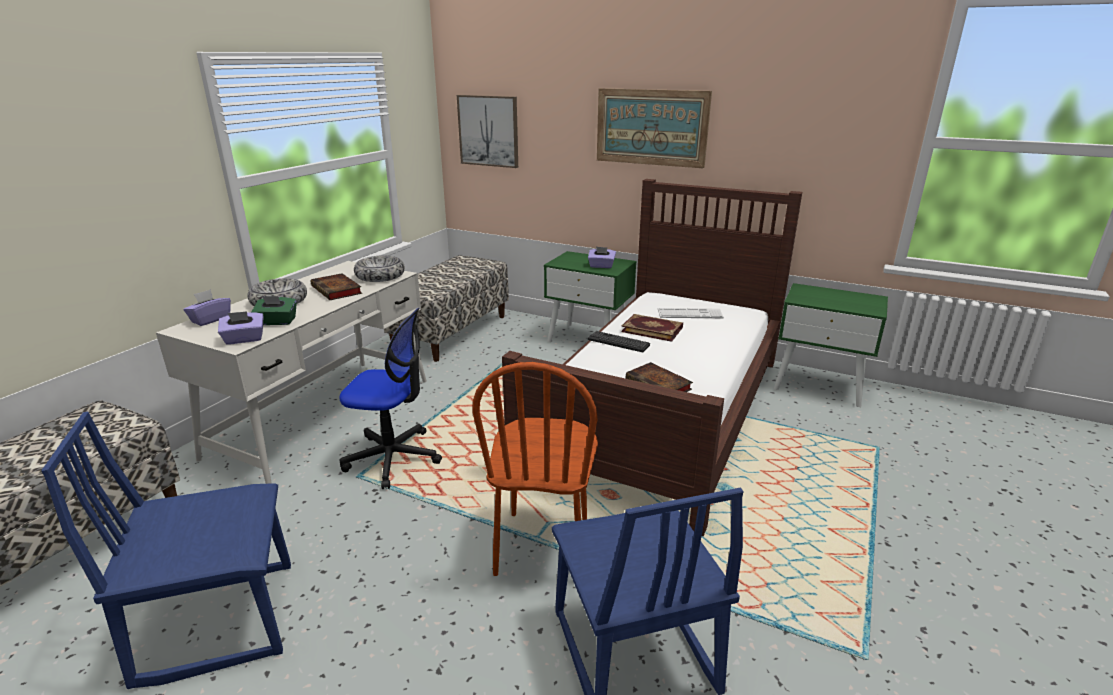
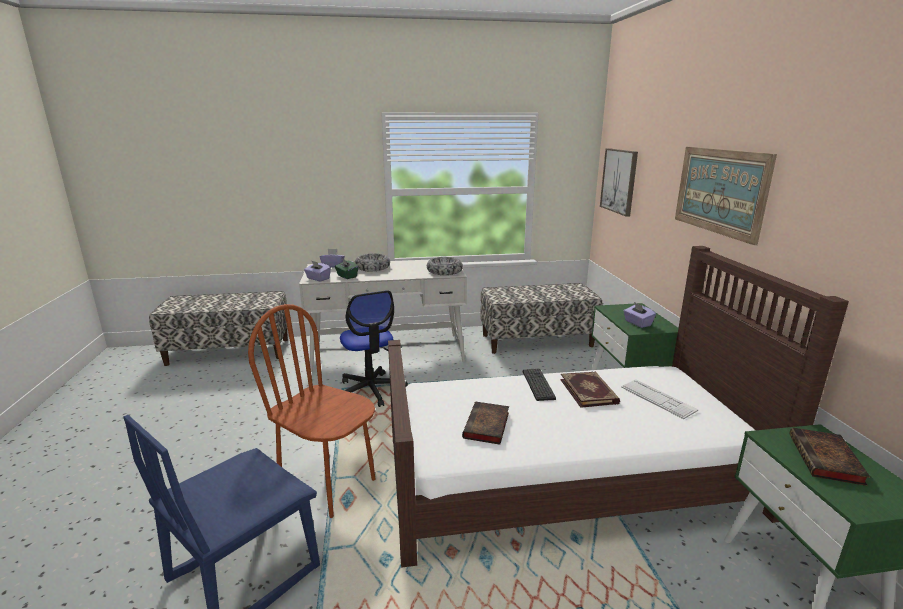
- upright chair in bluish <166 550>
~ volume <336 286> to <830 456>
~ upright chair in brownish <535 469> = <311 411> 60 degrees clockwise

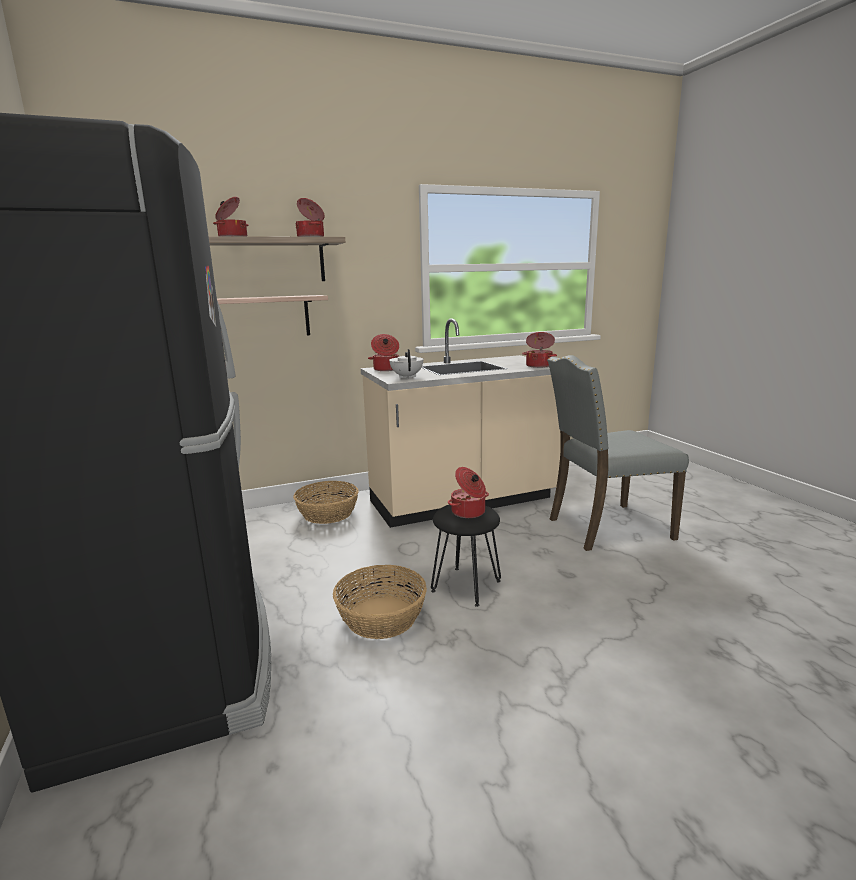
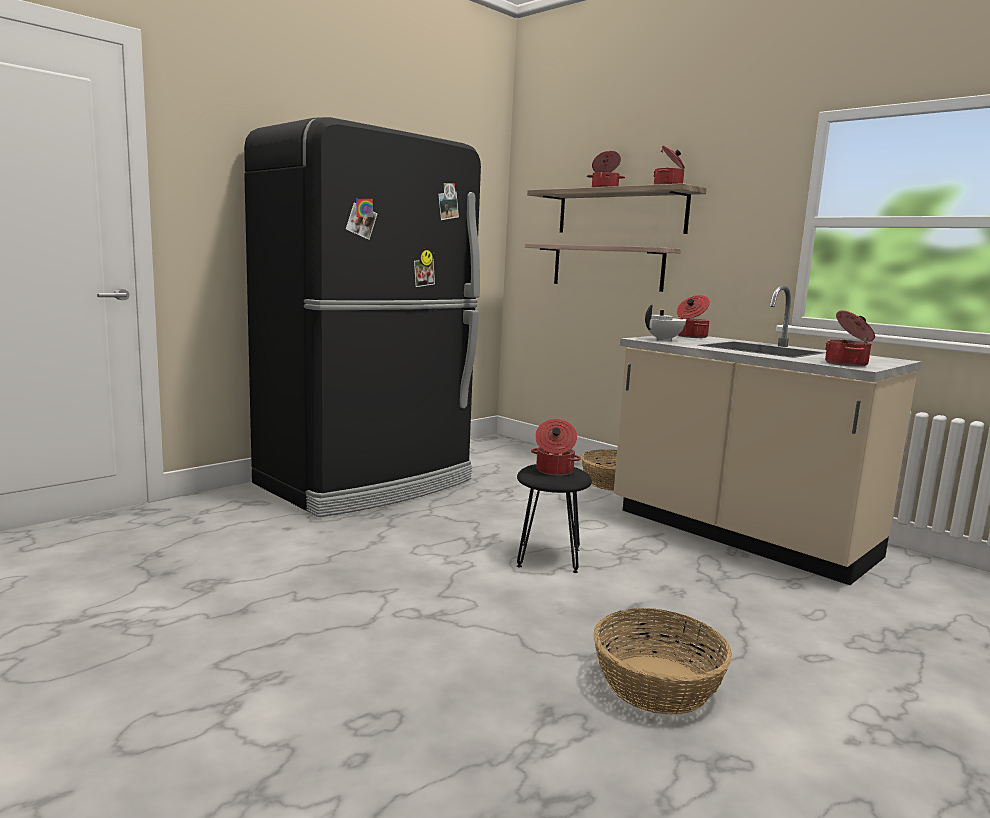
- upright chair in greyish <618 453>
~ household basket <380 602> to <662 661>

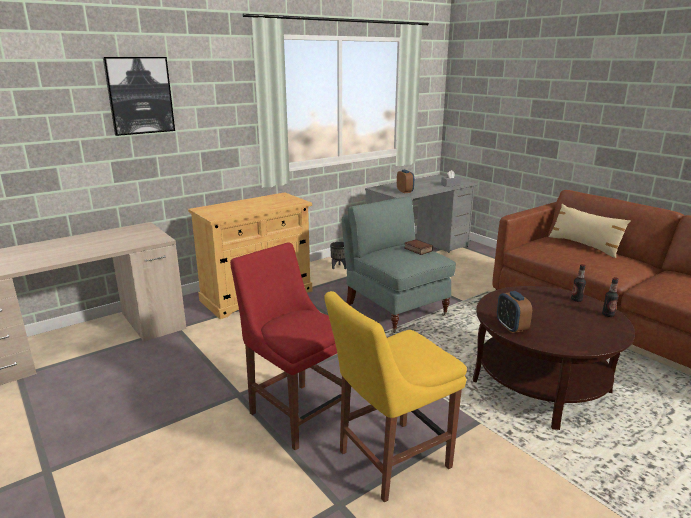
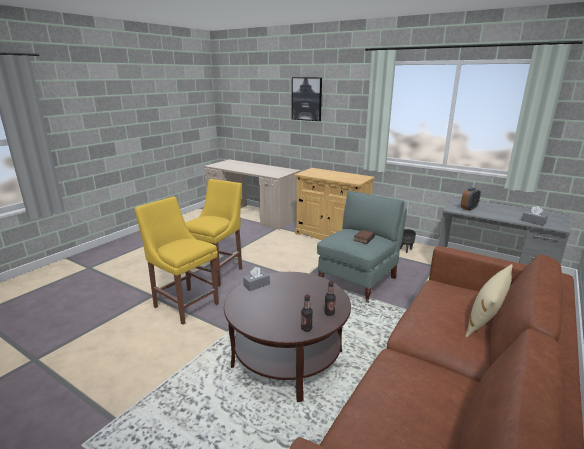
~ bedside clock <514 312> to tissue holder in greyish <256 279>
~ upright chair in red-coloured <290 346> to upright chair in yellow <213 233>

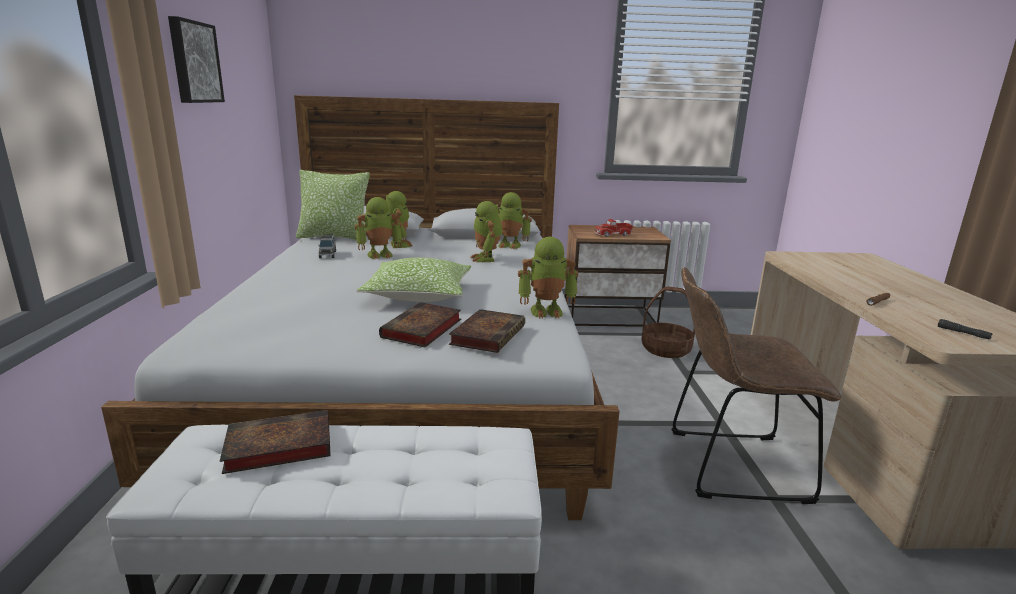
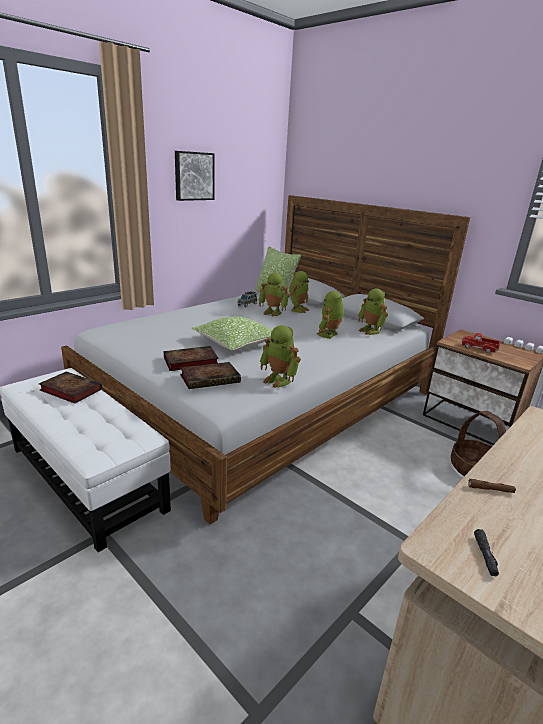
- upright chair in brownish <756 385>

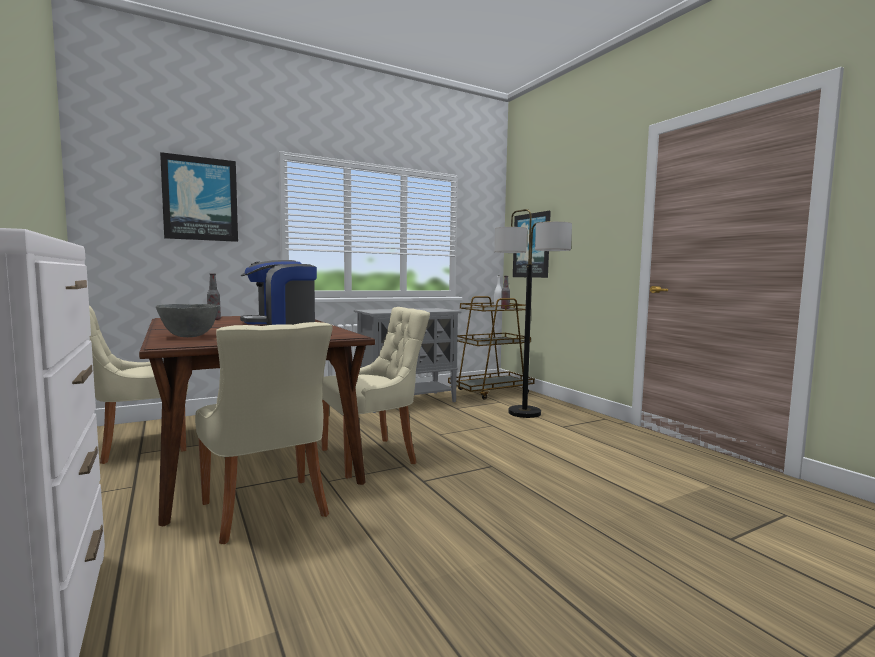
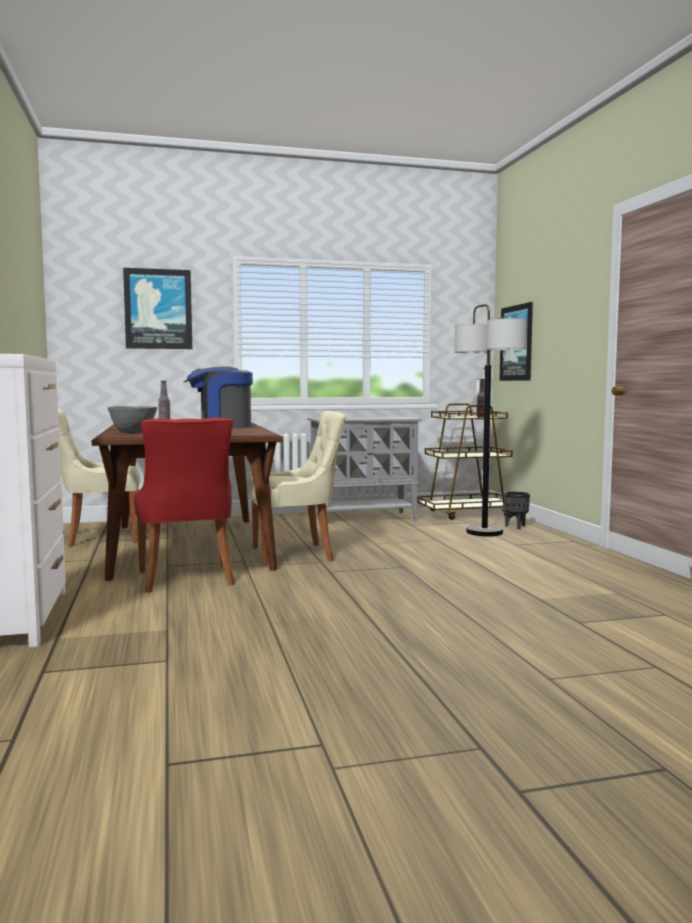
+ planter in black <517 510>
~ upright chair in beige-coloured <264 433> to upright chair in red-coloured <184 505>

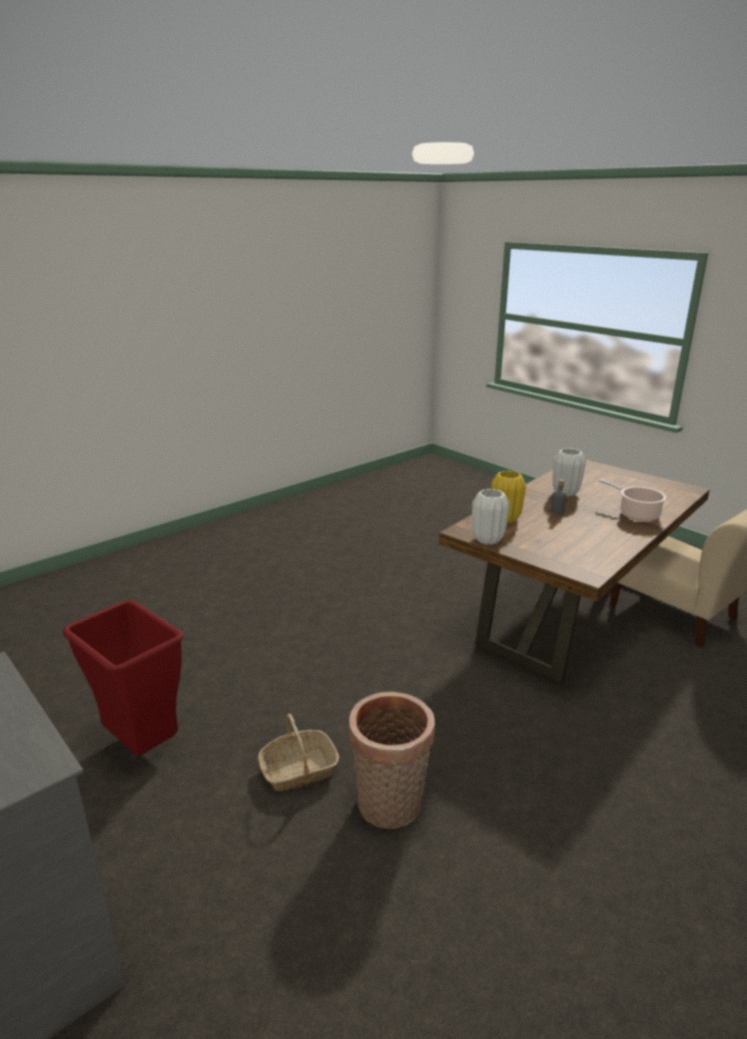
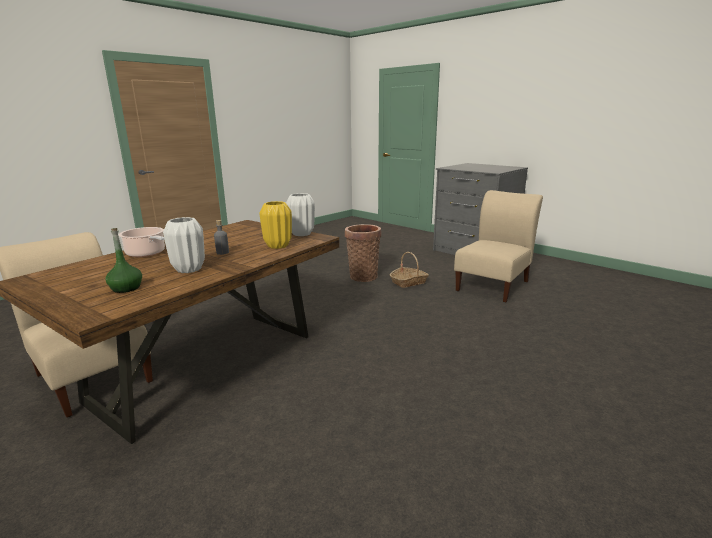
+ beverage bottle in green-coloured <123 260>
~ waste bin in red-coloured <123 677> to upright chair in beige-coloured <498 246>

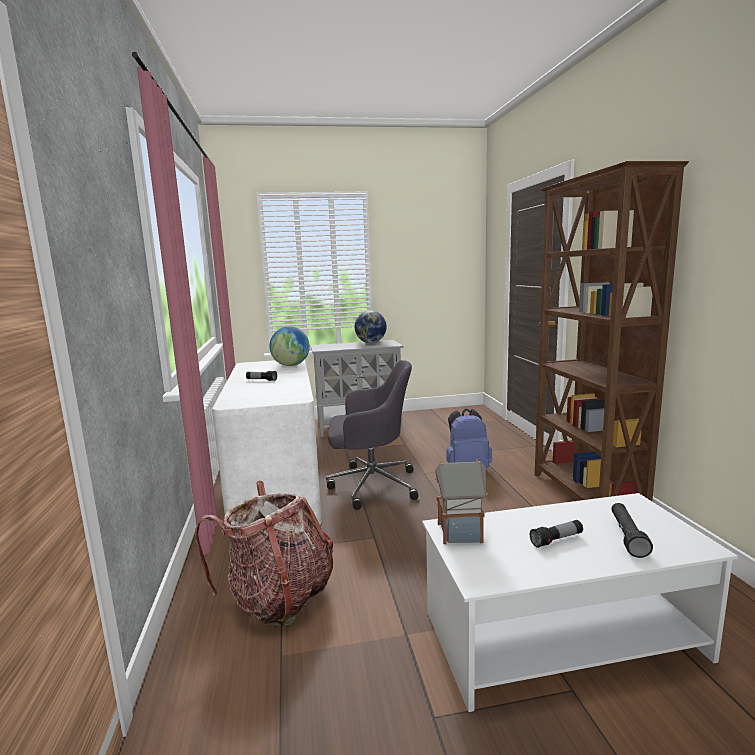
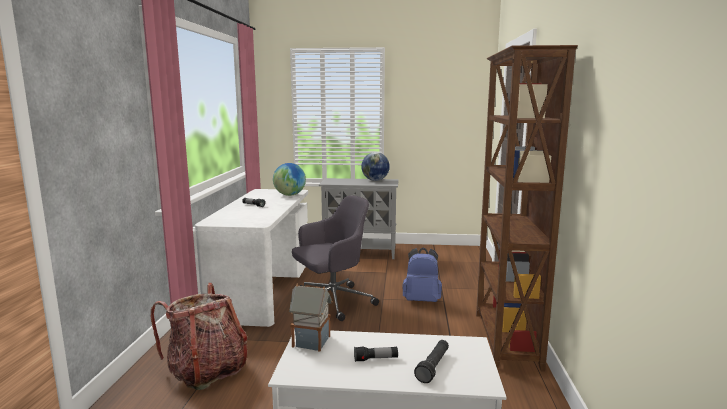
~ office chair in greyish <372 435> = <335 258> 45 degrees counterclockwise

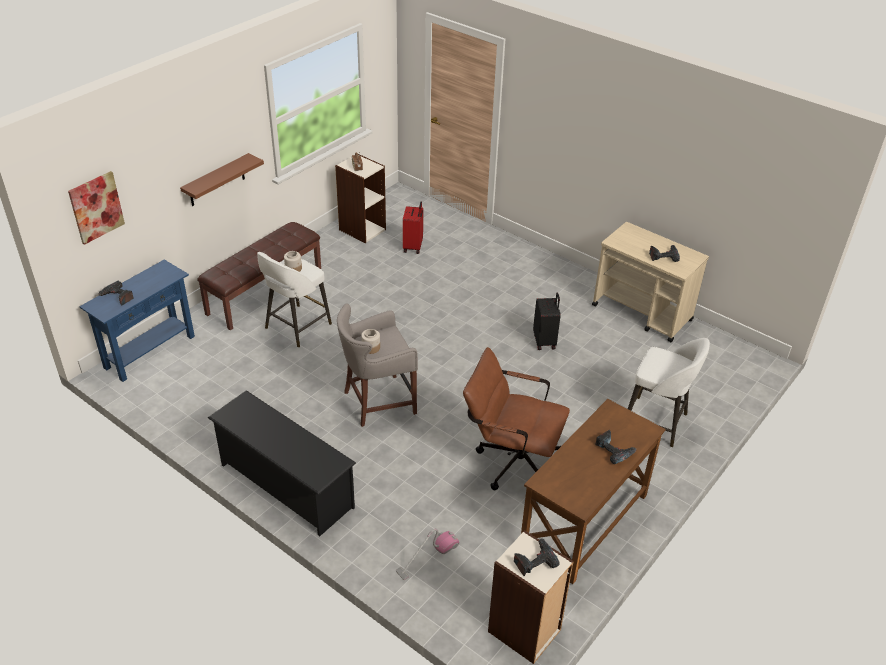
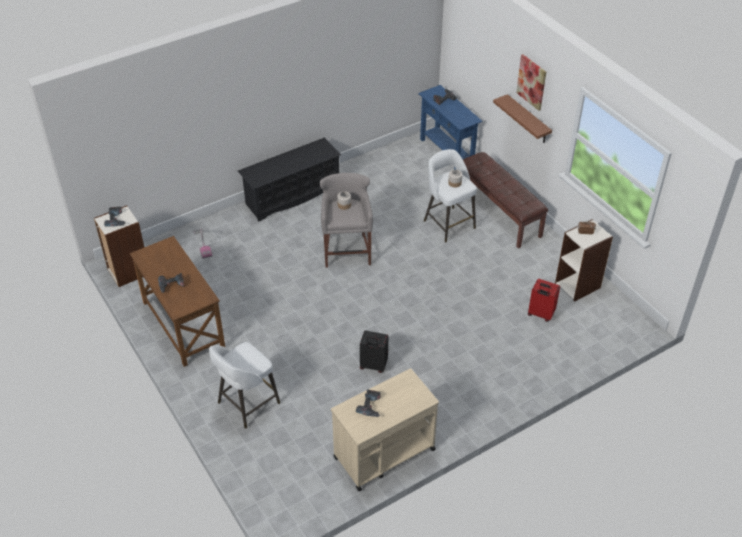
- office chair in brownish <516 418>
~ picture <96 208> to <531 82>

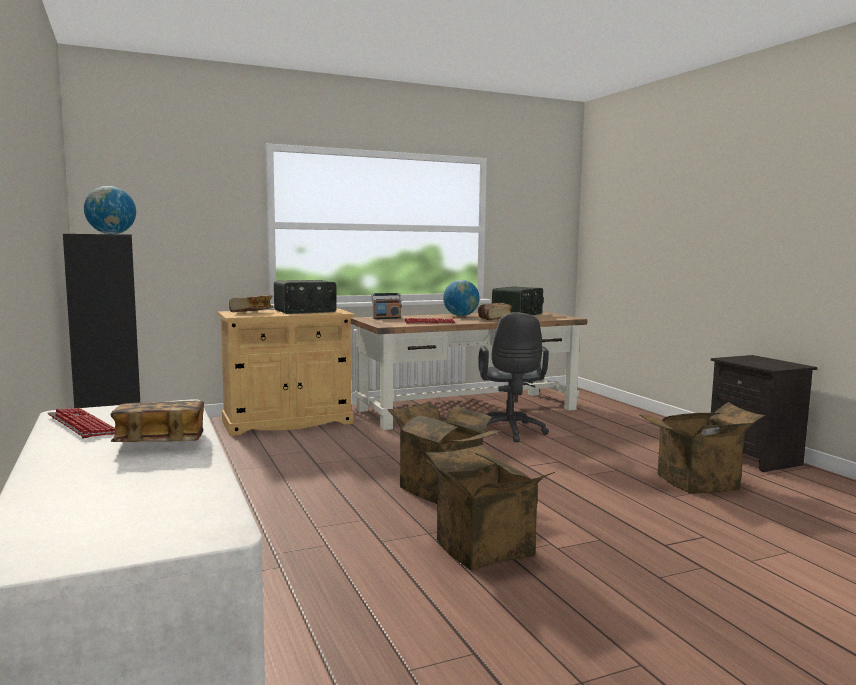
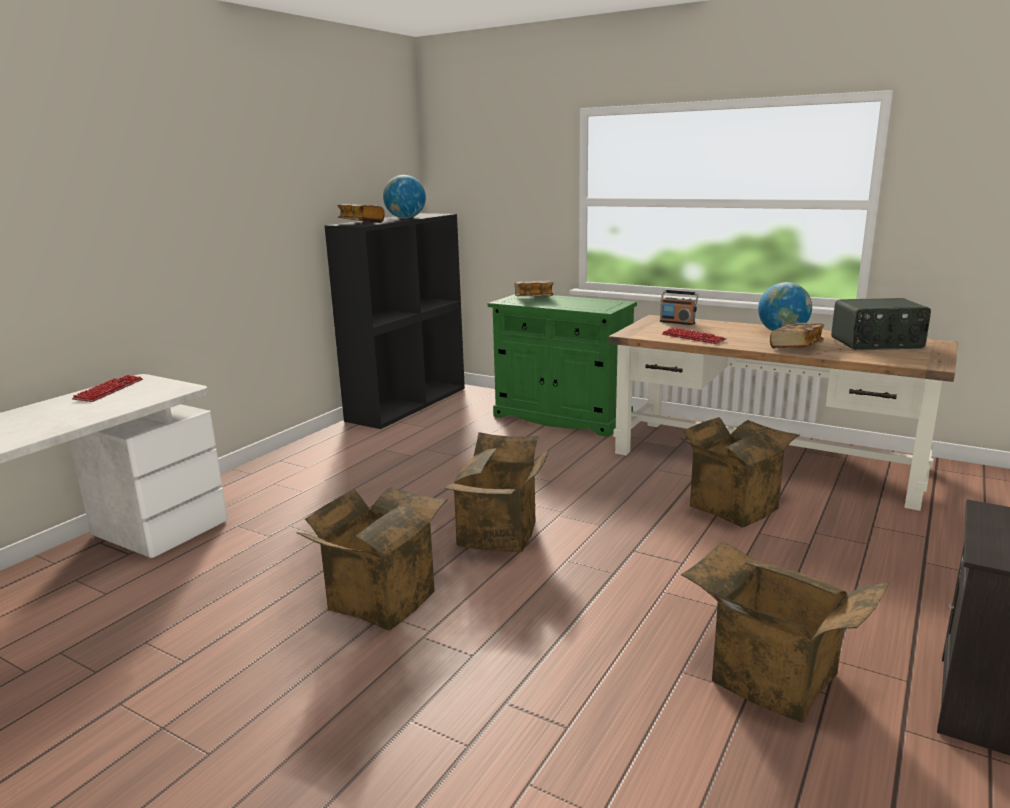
- radio <305 297>
~ volume <157 421> to <361 213>
~ office chair in greyish <513 377> to carton <740 472>
~ cabinet in beige-coloured <286 372> to cabinet in green-coloured <562 365>

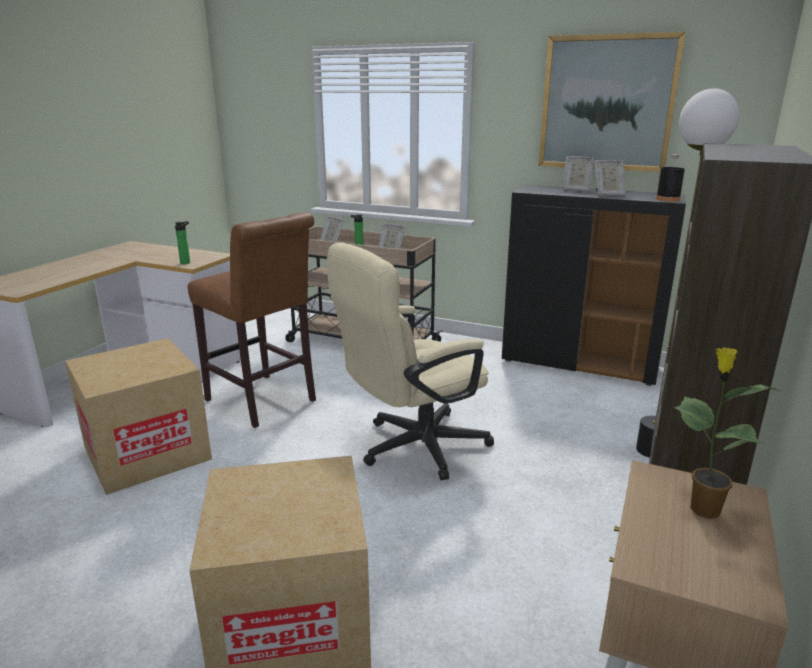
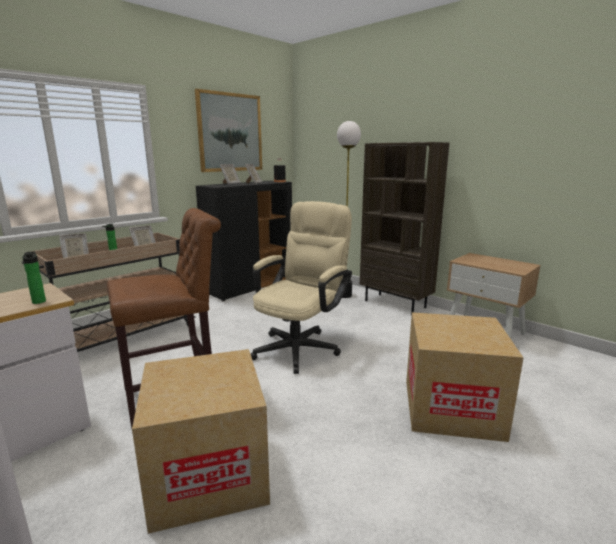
- plant in a pot <727 433>
~ office chair in beige-coloured <410 361> = <301 287> 135 degrees counterclockwise

